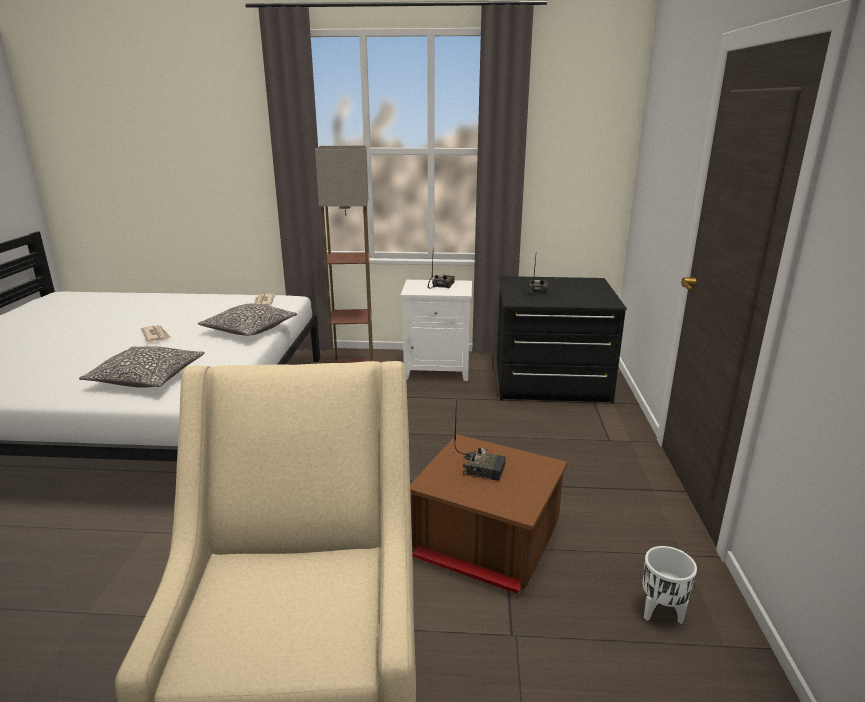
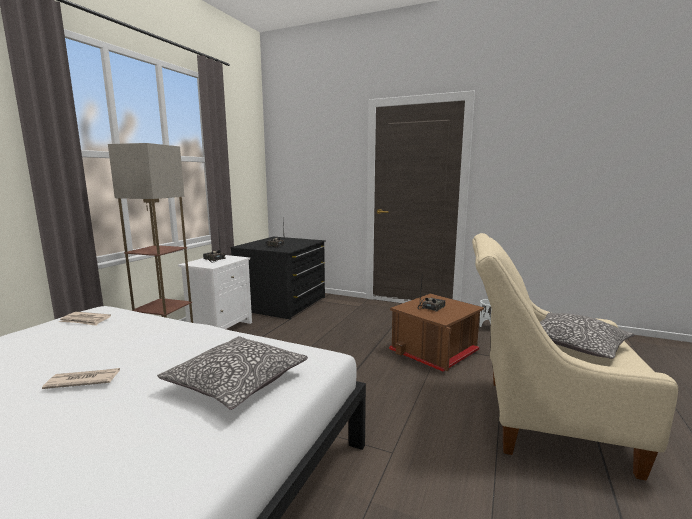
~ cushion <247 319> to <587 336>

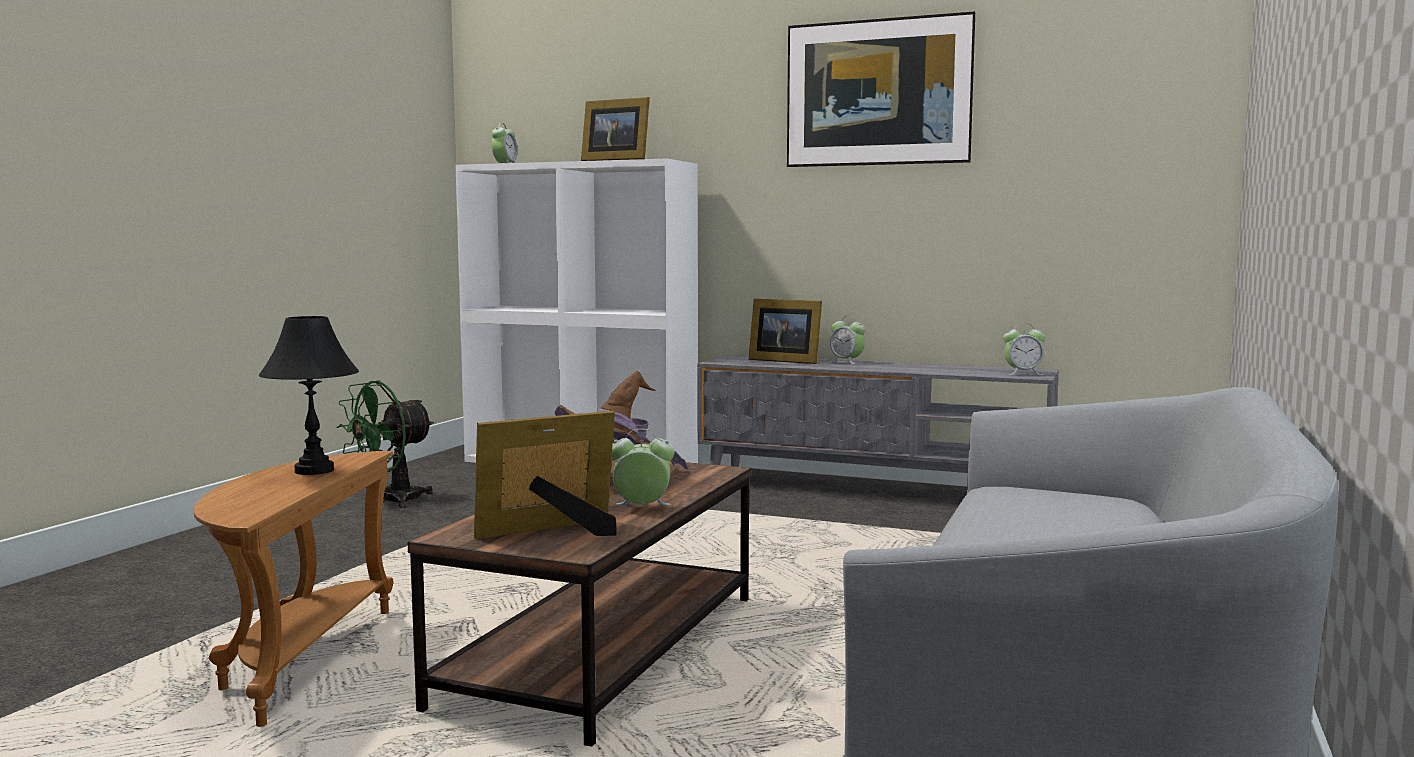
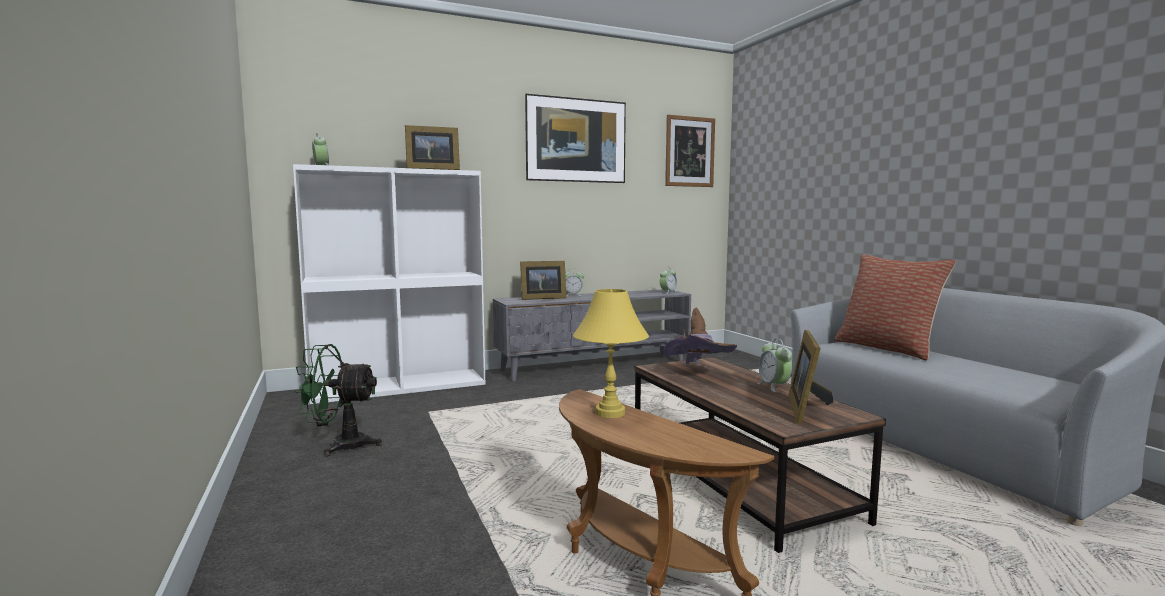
+ picture <690 151>
+ cushion <895 307>
~ lamp for a table in black <309 395> to lamp for a table in yellow <611 353>
~ electric fan in green-coloured <385 444> = <337 400> 90 degrees clockwise
~ bedside clock <643 467> = <774 365> 60 degrees counterclockwise

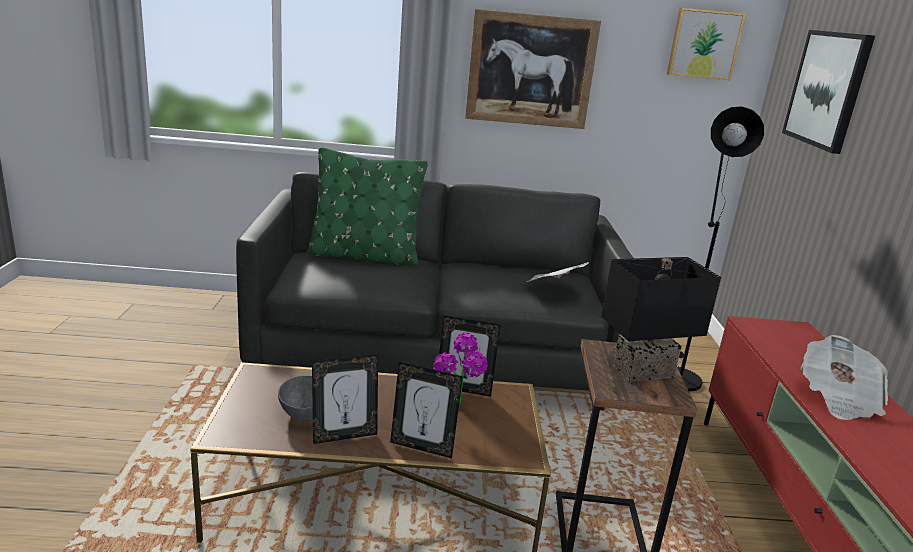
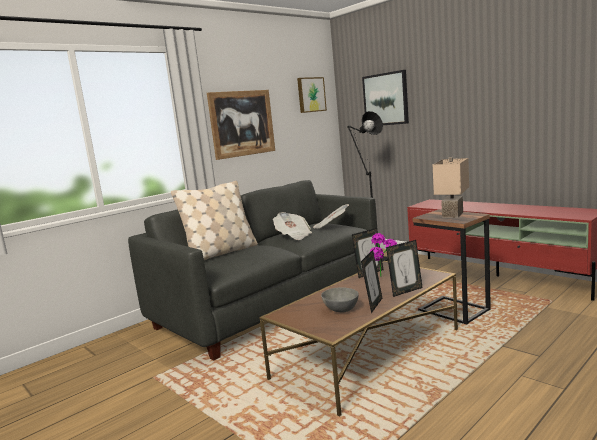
~ printed paper <844 377> to <292 226>
~ cushion in green-coloured <367 207> to cushion in beige-coloured <214 220>
~ lamp for a table in black <661 319> to lamp for a table in beige-coloured <451 187>

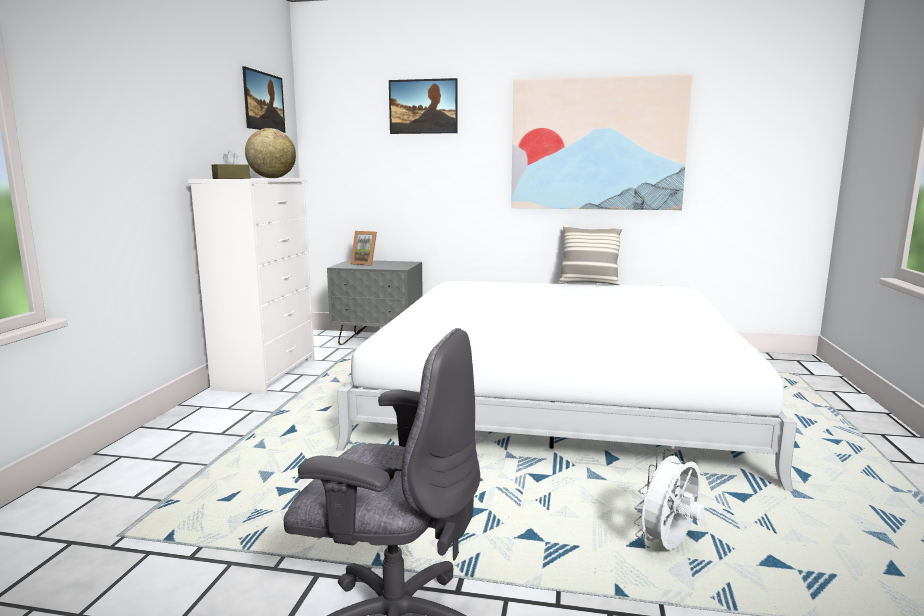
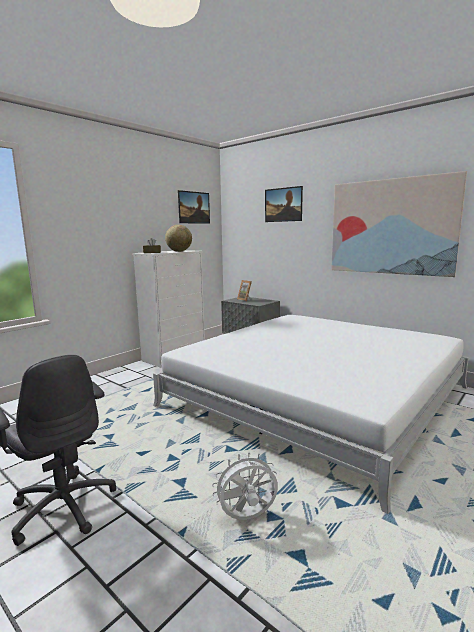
- cushion <590 255>

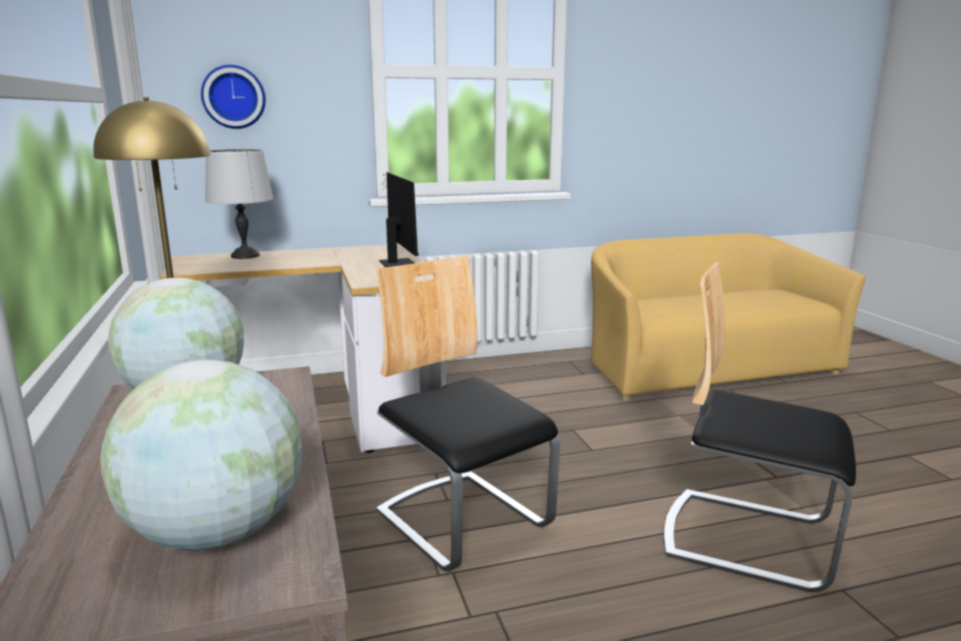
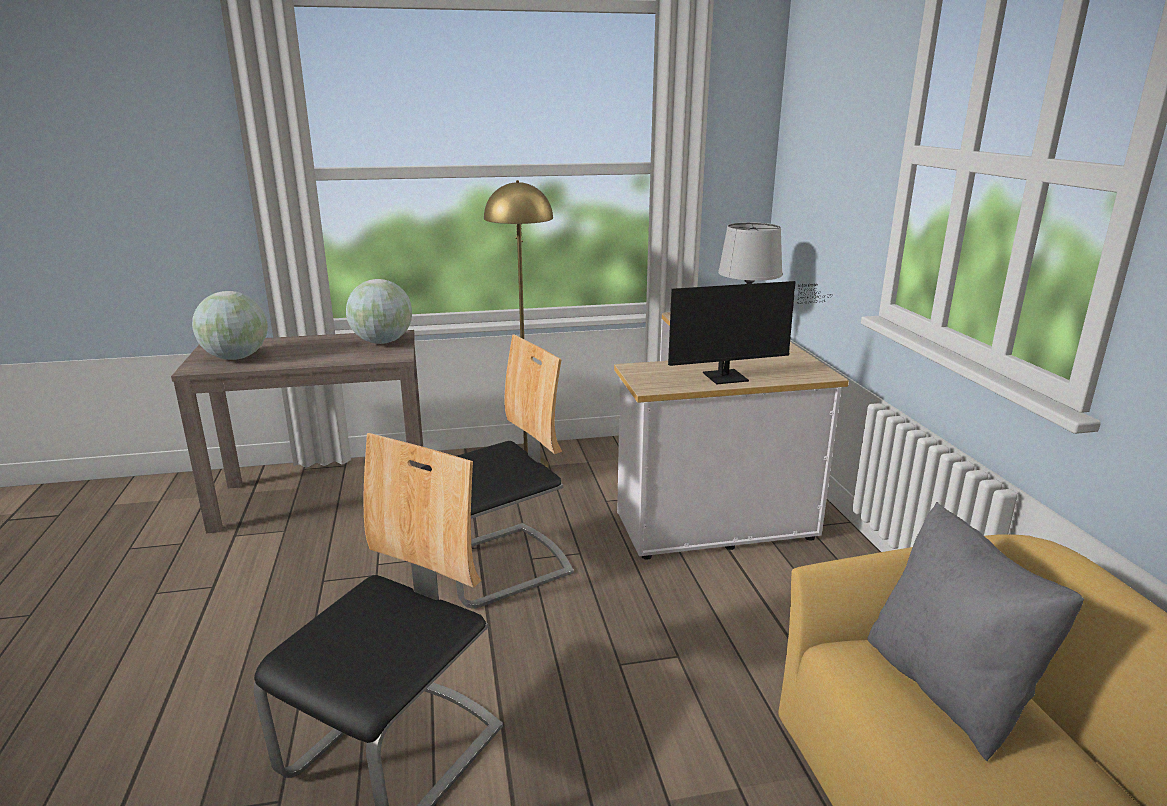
- hanging clock <233 97>
+ cushion in greyish <976 632>

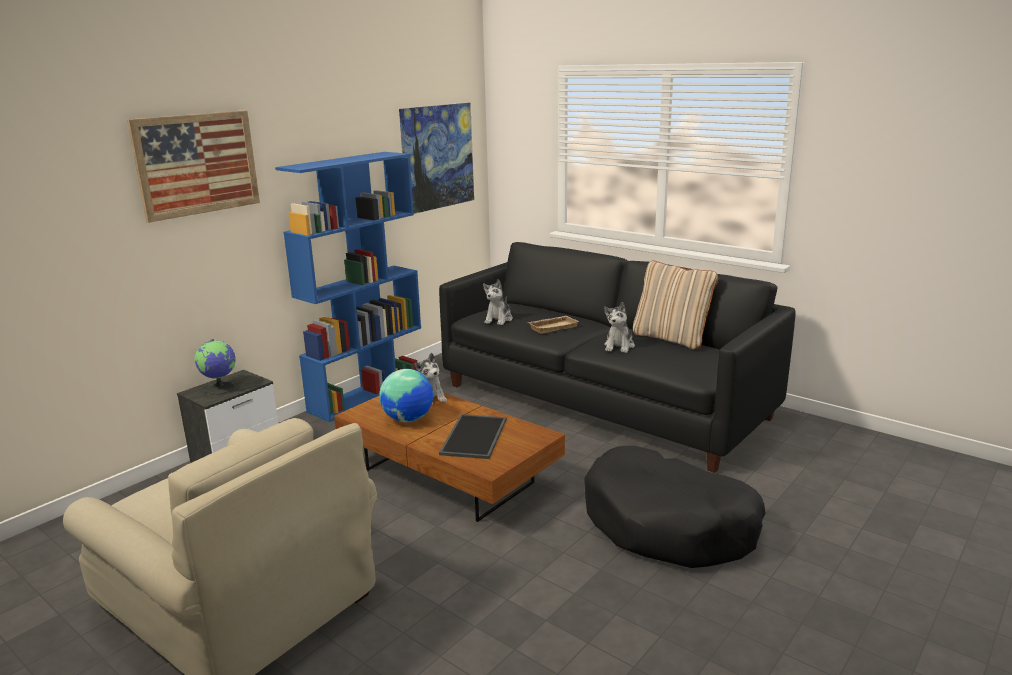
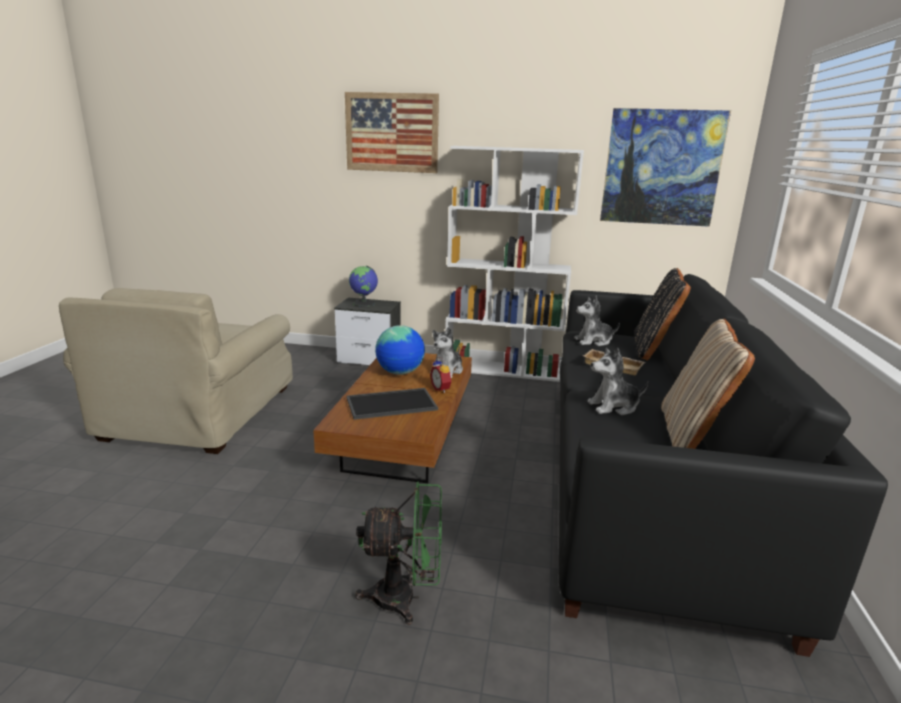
+ bedside clock <441 375>
+ cushion in black <662 314>
~ dog cushion in black <675 507> to electric fan in green-coloured <399 553>
~ shelving unit in bluish <348 287> to shelving unit in white-coloured <514 264>

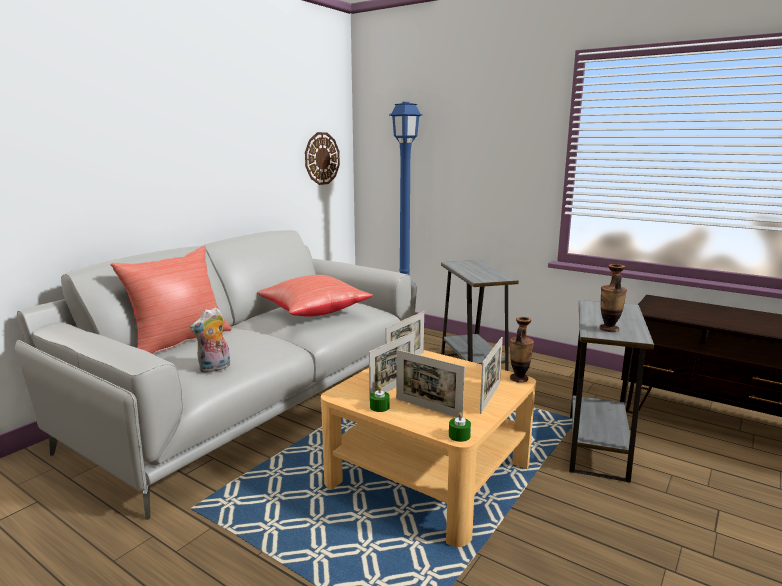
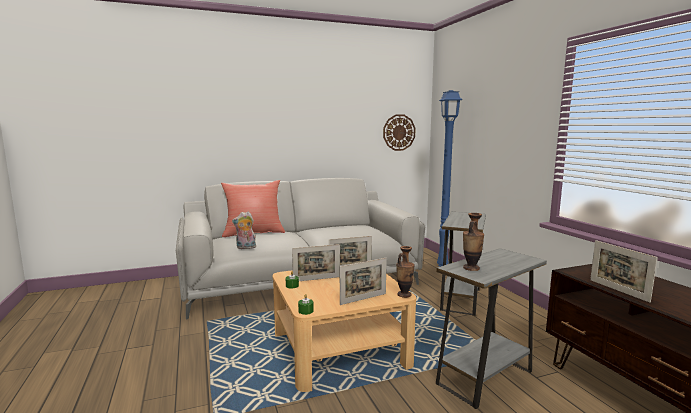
- cushion in red-coloured <315 296>
~ photo frame <430 384> to <624 271>

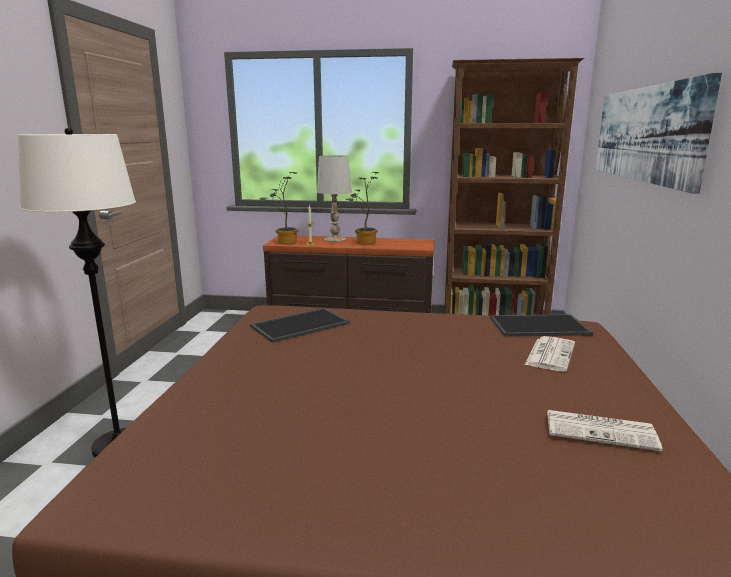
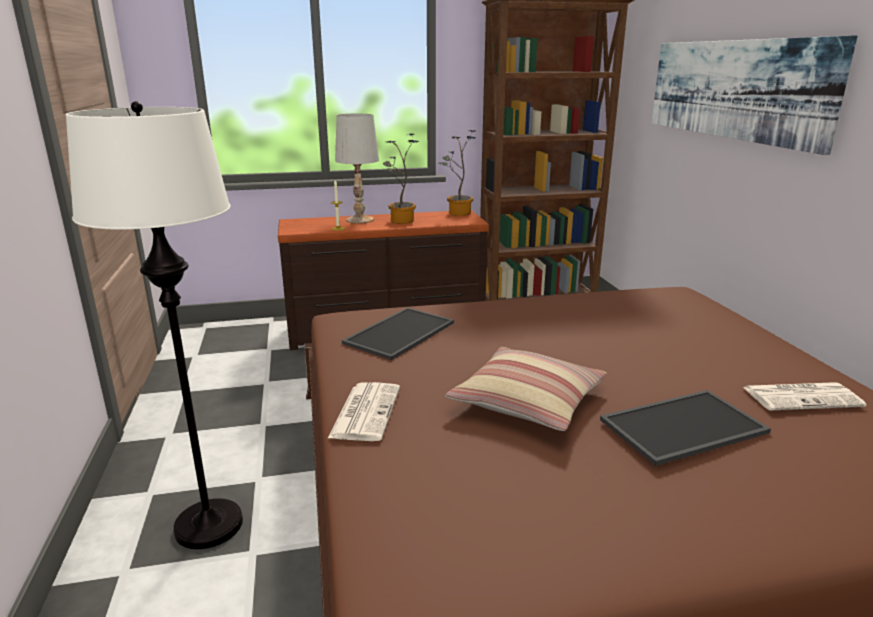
+ cushion <526 389>
~ plant in a pot <278 208> to <457 173>
~ tray <541 325> to <685 428>
~ printed paper <550 354> to <364 411>

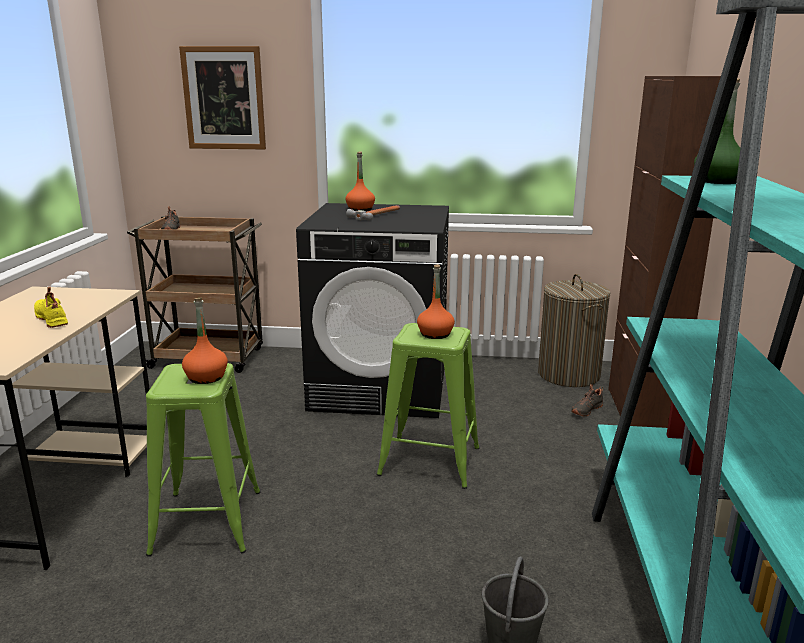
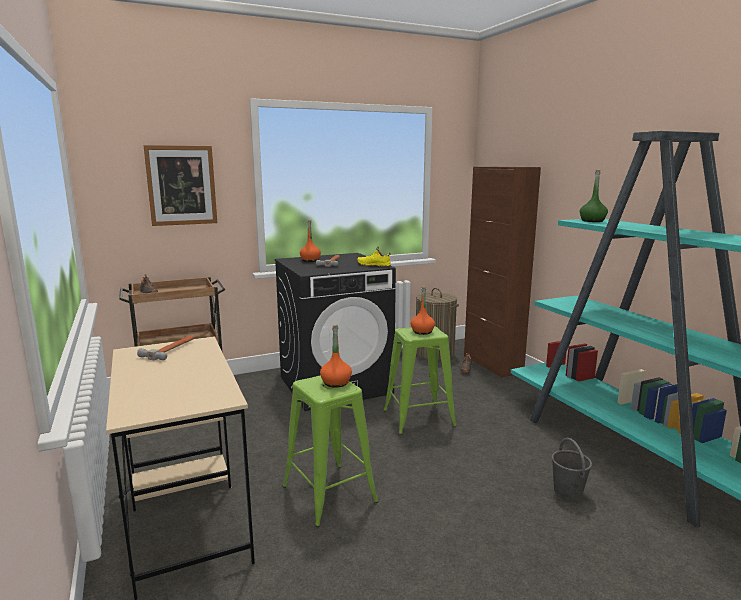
+ hammer <166 347>
~ item of footwear in yellow <51 307> to <374 257>

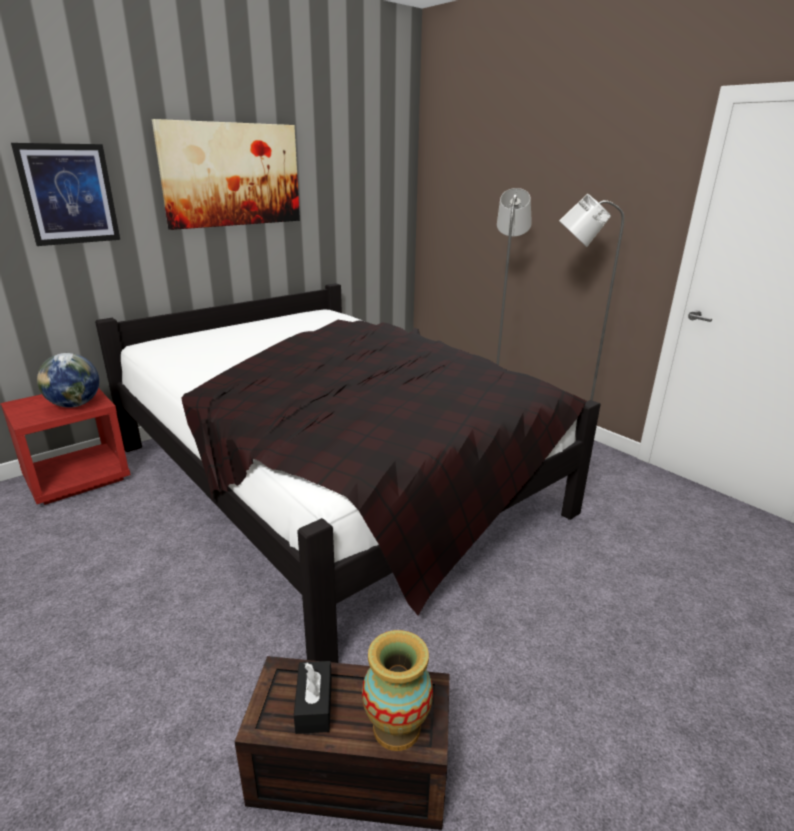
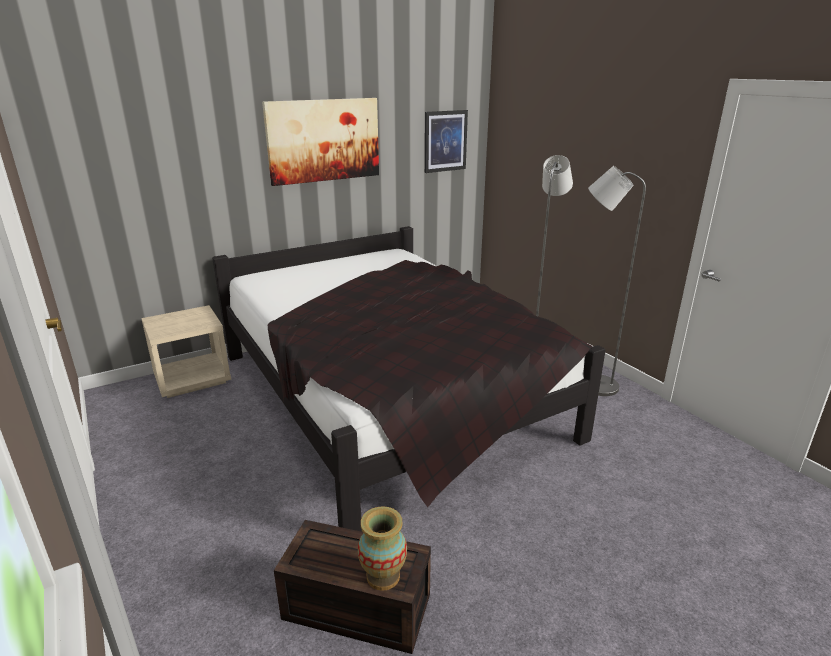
- globe <68 380>
- tissue holder in black <313 697>
~ picture <65 194> to <446 141>
~ bedside table in red-coloured <66 446> to bedside table in beige-coloured <186 351>

